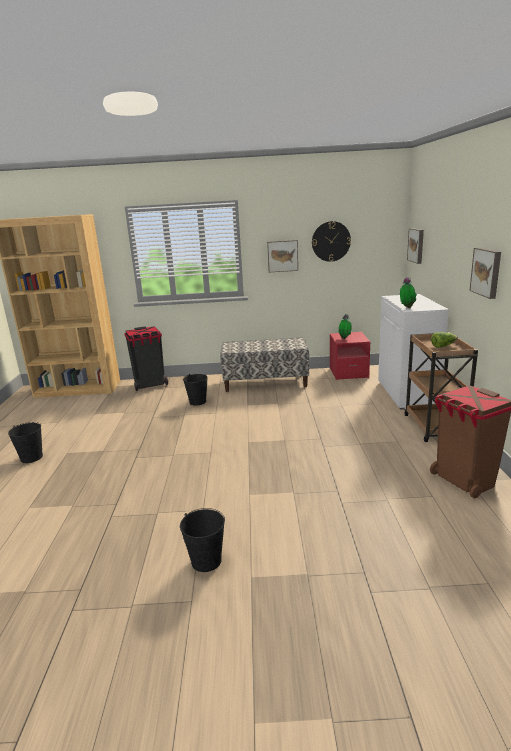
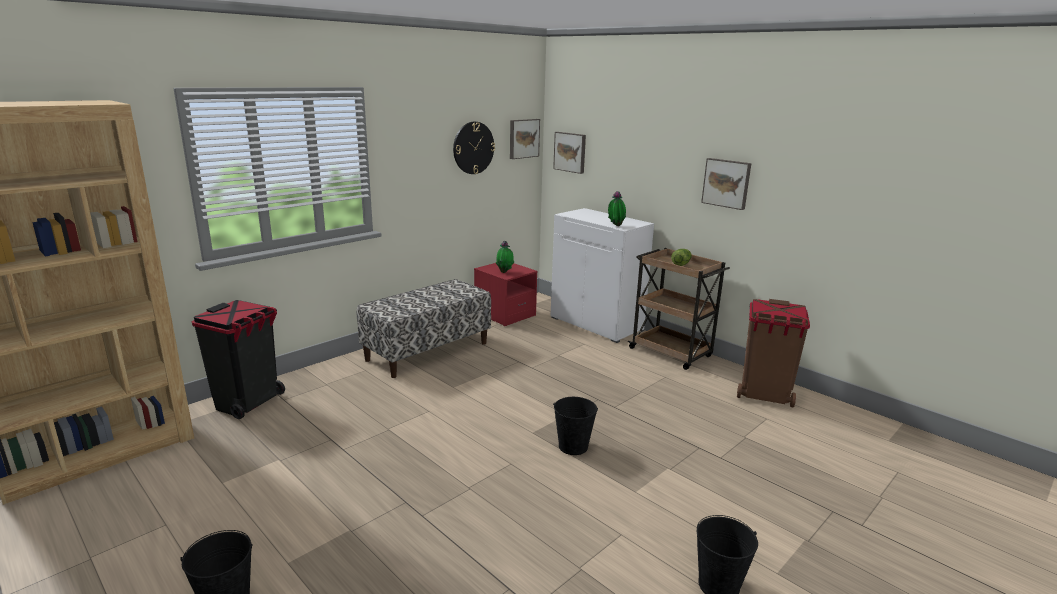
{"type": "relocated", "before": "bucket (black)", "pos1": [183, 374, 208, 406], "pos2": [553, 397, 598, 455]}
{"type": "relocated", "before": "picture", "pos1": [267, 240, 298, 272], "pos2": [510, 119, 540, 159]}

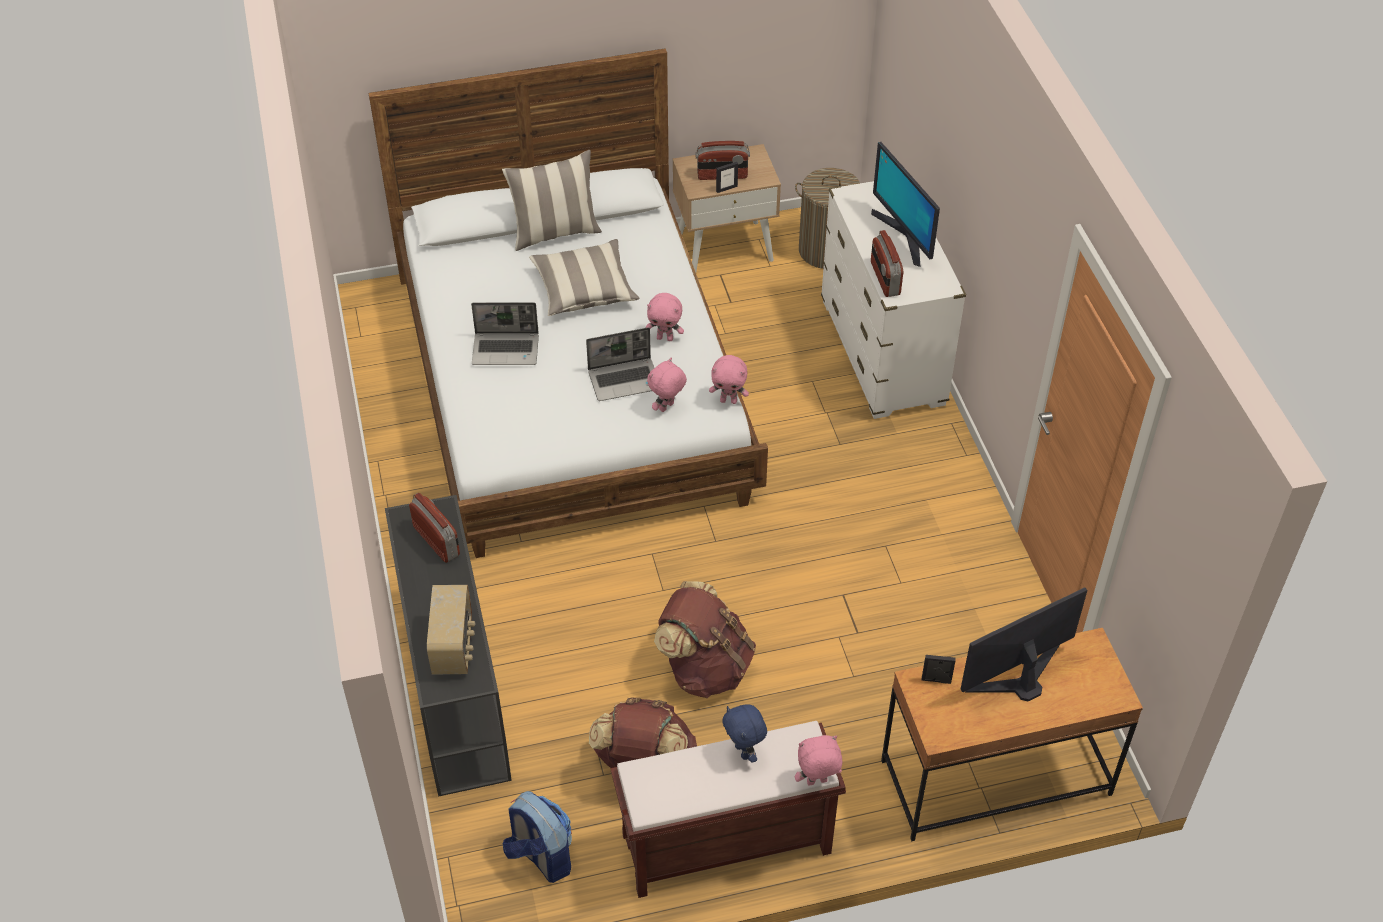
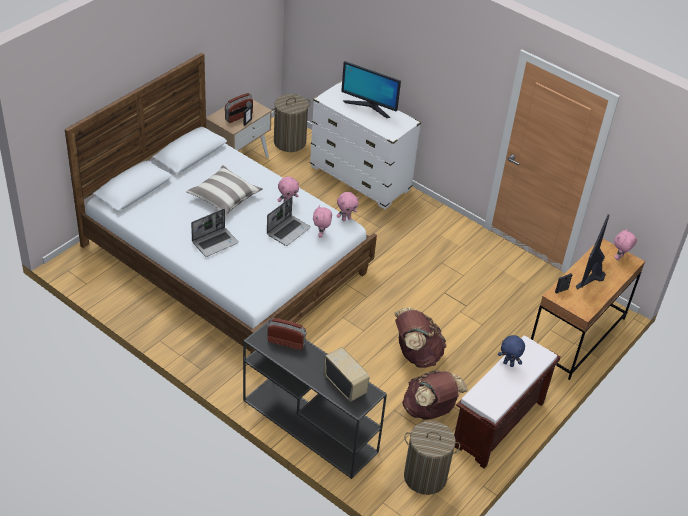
{"type": "missing", "before": "pillow", "pos1": [502, 150, 602, 251]}
{"type": "exchanged", "before": "backpack", "after": "laundry basket", "pos1": [502, 791, 572, 883], "pos2": [404, 421, 460, 495]}
{"type": "relocated", "before": "plush toy (pink)", "pos1": [795, 735, 842, 786], "pos2": [614, 228, 637, 261]}
{"type": "missing", "before": "radio", "pos1": [871, 230, 903, 297]}

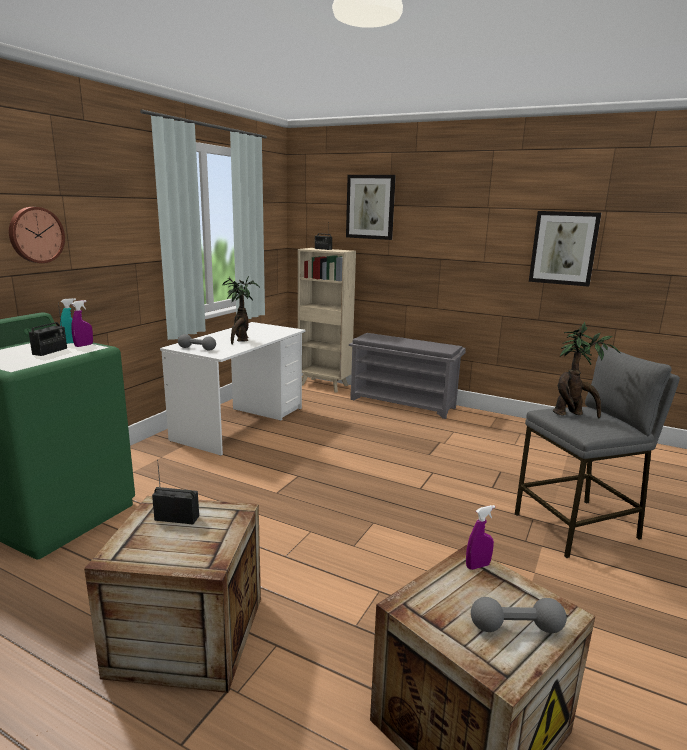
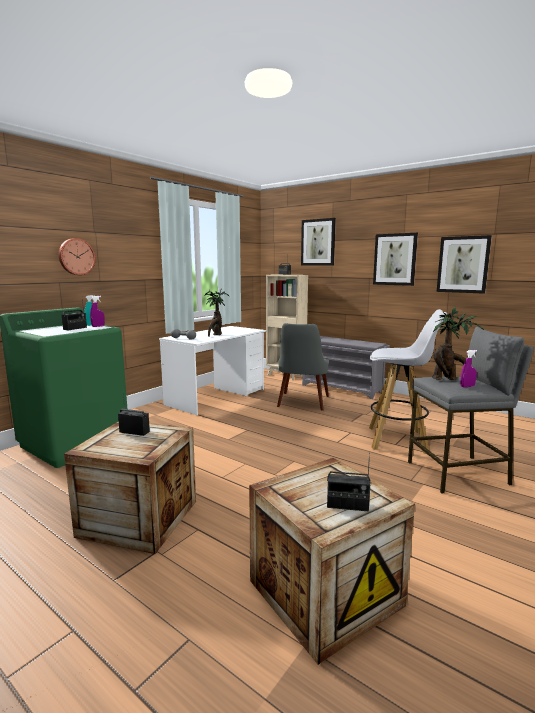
{"type": "relocated", "before": "spray bottle (purple)", "pos1": [466, 505, 495, 570], "pos2": [460, 350, 477, 387]}
{"type": "exchanged", "before": "dumbbell (grey)", "after": "radio", "pos1": [471, 597, 567, 633], "pos2": [327, 452, 370, 512]}
{"type": "appeared", "after": "chair (grey)", "pos2": [277, 323, 329, 411]}
{"type": "appeared", "after": "stool (white)", "pos2": [369, 309, 447, 454]}
{"type": "appeared", "after": "picture", "pos2": [373, 233, 418, 286]}

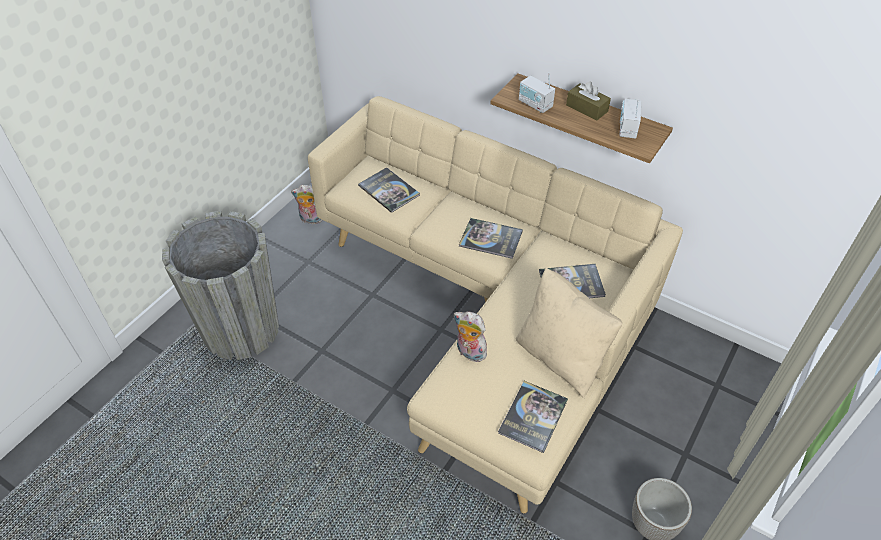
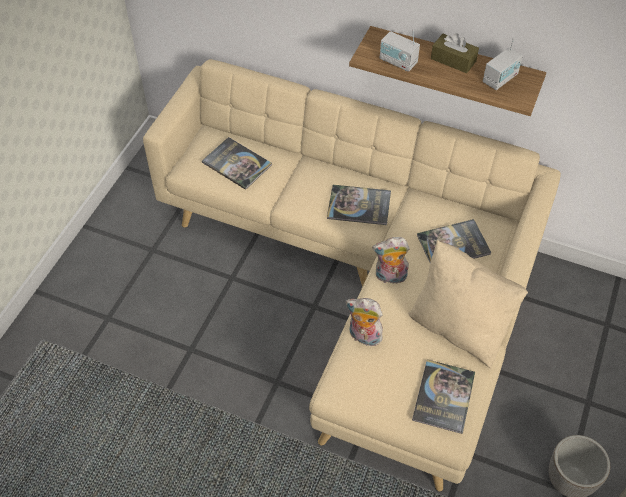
{"type": "missing", "before": "planter (grey)", "pos1": [162, 211, 279, 360]}
{"type": "relocated", "before": "plush toy", "pos1": [291, 185, 322, 224], "pos2": [372, 237, 410, 284]}
{"type": "spun", "before": "radio", "pos1": [620, 99, 641, 138], "pos2": [483, 37, 523, 90], "turn": -135}

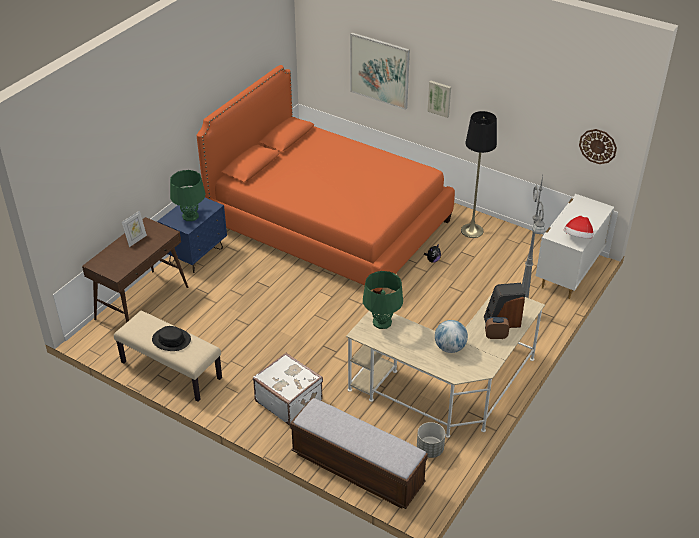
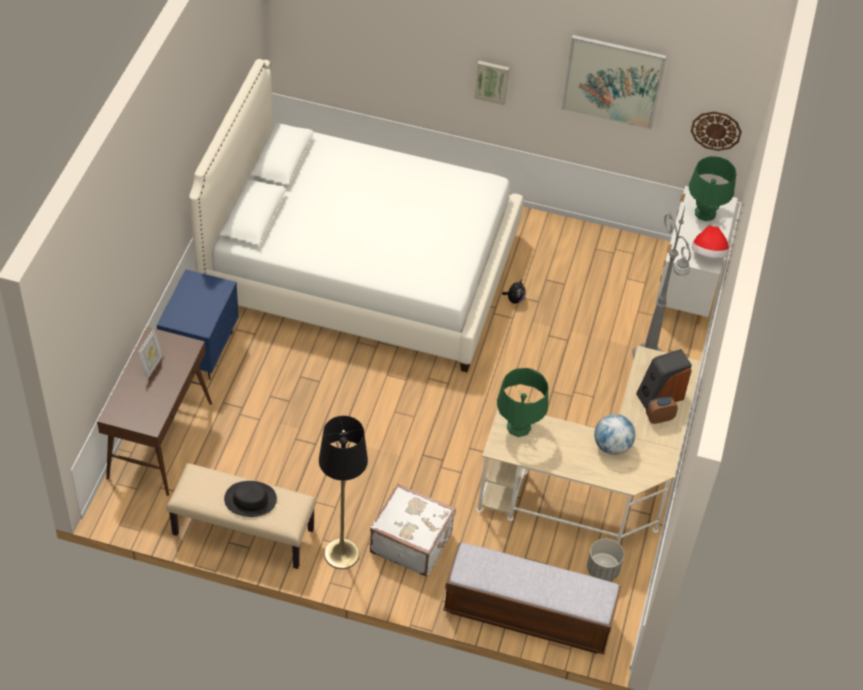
{"type": "relocated", "before": "table lamp (green)", "pos1": [170, 170, 205, 221], "pos2": [689, 156, 737, 221]}
{"type": "colour", "before": "bed (orange)", "after": "bed (white)", "pos1": [197, 65, 455, 294], "pos2": [189, 59, 523, 372]}
{"type": "relocated", "before": "picture", "pos1": [350, 32, 410, 110], "pos2": [561, 35, 667, 130]}
{"type": "relocated", "before": "floor lamp (black)", "pos1": [461, 111, 497, 238], "pos2": [319, 416, 368, 569]}

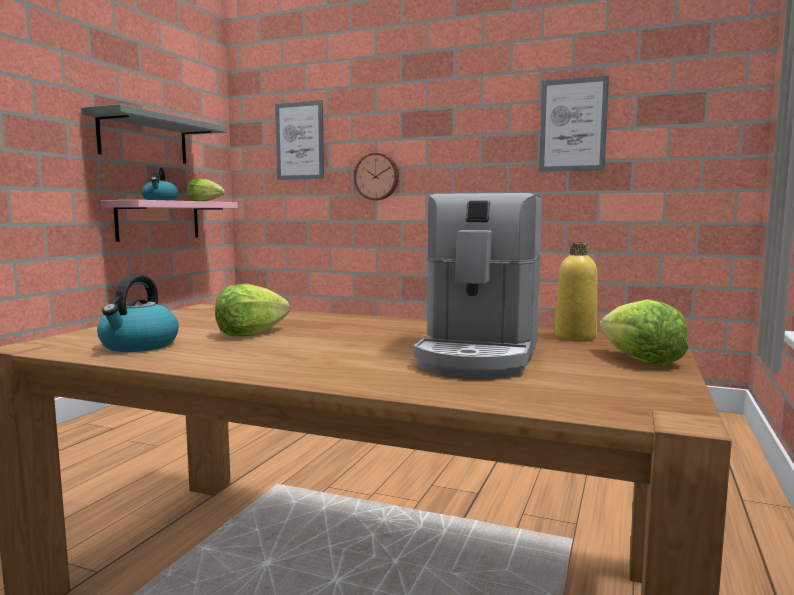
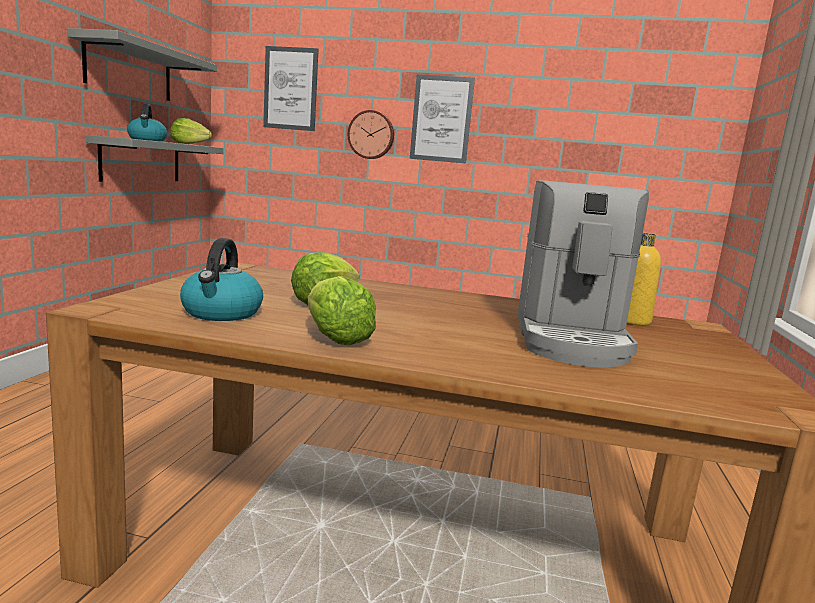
{"type": "colour", "before": "shelf (pink)", "after": "shelf (grey)", "pos1": [101, 200, 238, 242], "pos2": [85, 135, 224, 182]}
{"type": "relocated", "before": "picture", "pos1": [539, 75, 609, 172], "pos2": [410, 74, 475, 163]}
{"type": "relocated", "before": "lettuce", "pos1": [600, 299, 688, 366], "pos2": [308, 276, 376, 345]}

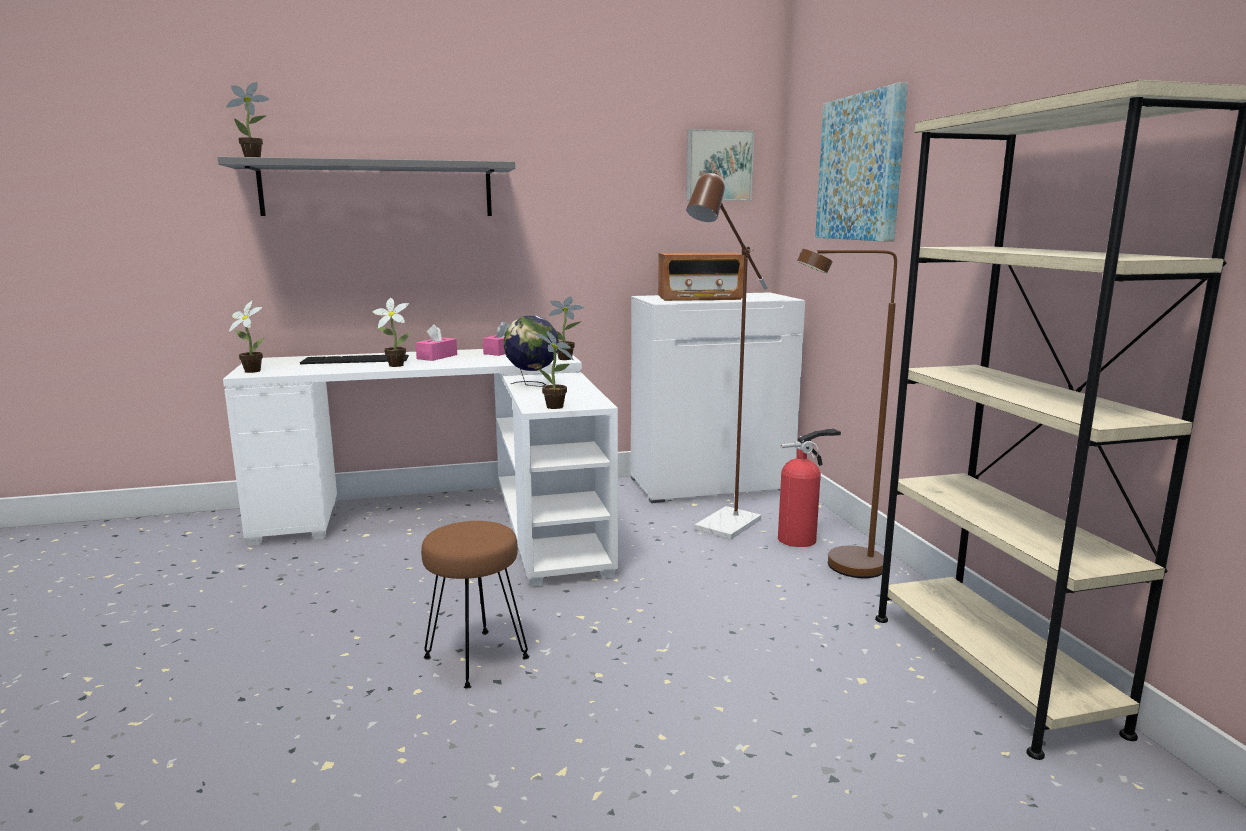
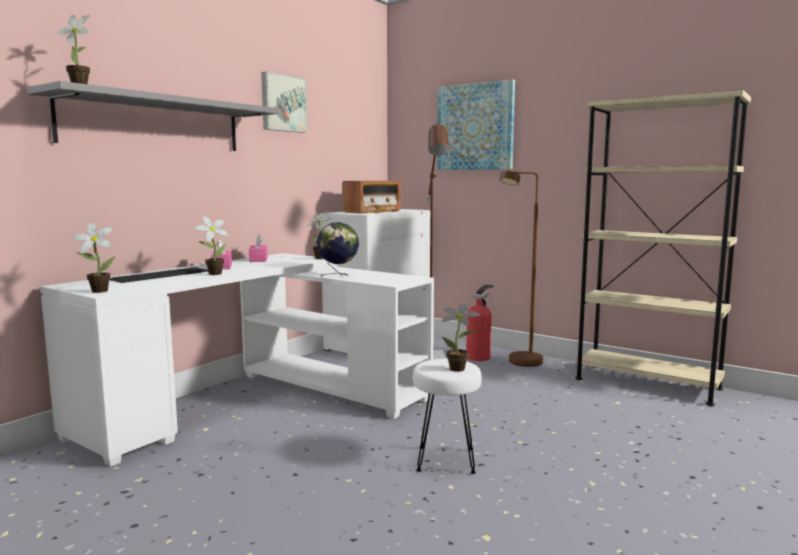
{"type": "colour", "before": "stool (brown)", "after": "stool (white)", "pos1": [421, 521, 530, 688], "pos2": [413, 359, 482, 474]}
{"type": "relocated", "before": "potted plant", "pos1": [535, 331, 574, 409], "pos2": [441, 304, 480, 372]}
{"type": "relocated", "before": "picture", "pos1": [686, 129, 754, 201], "pos2": [261, 71, 307, 133]}

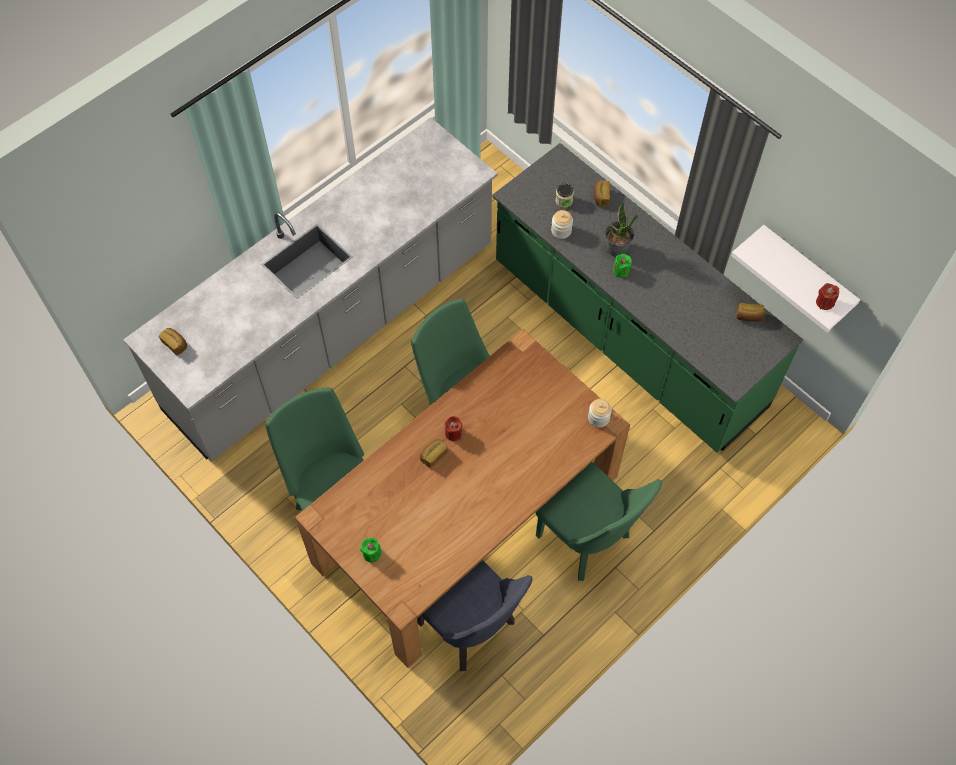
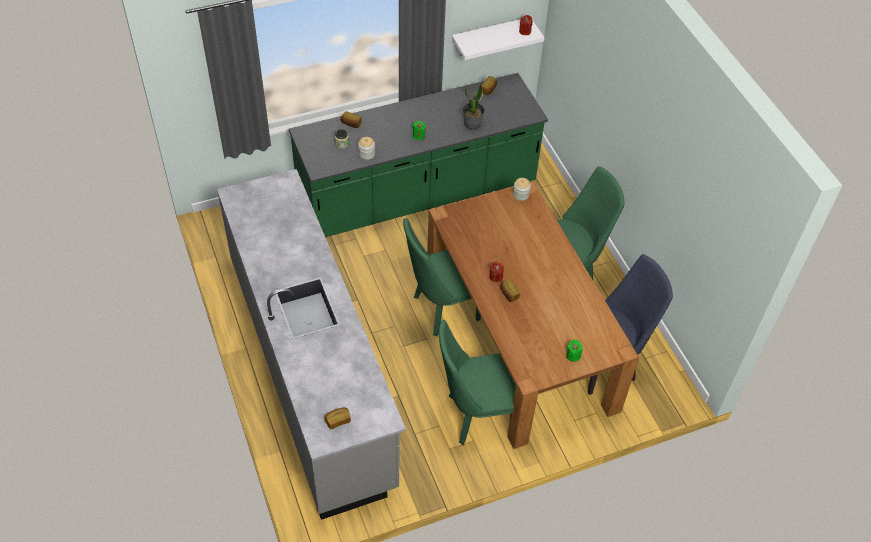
{"type": "relocated", "before": "potted plant", "pos1": [605, 200, 638, 257], "pos2": [463, 83, 485, 130]}

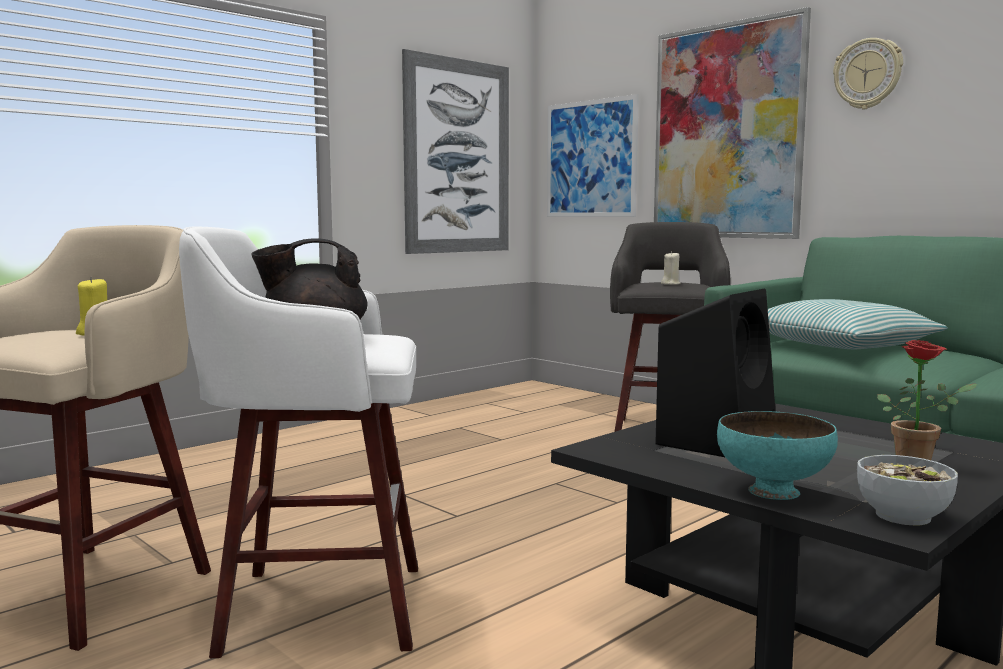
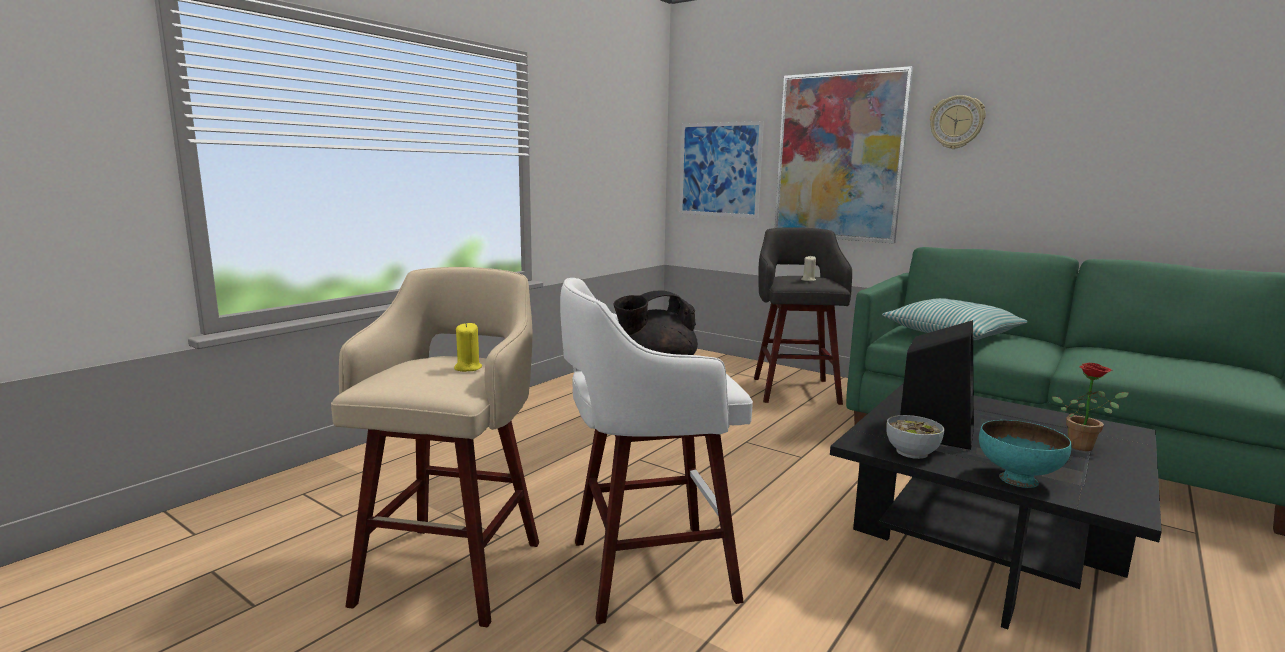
{"type": "missing", "before": "picture", "pos1": [402, 49, 509, 254]}
{"type": "relocated", "before": "bowl", "pos1": [857, 455, 958, 525], "pos2": [886, 415, 944, 459]}

